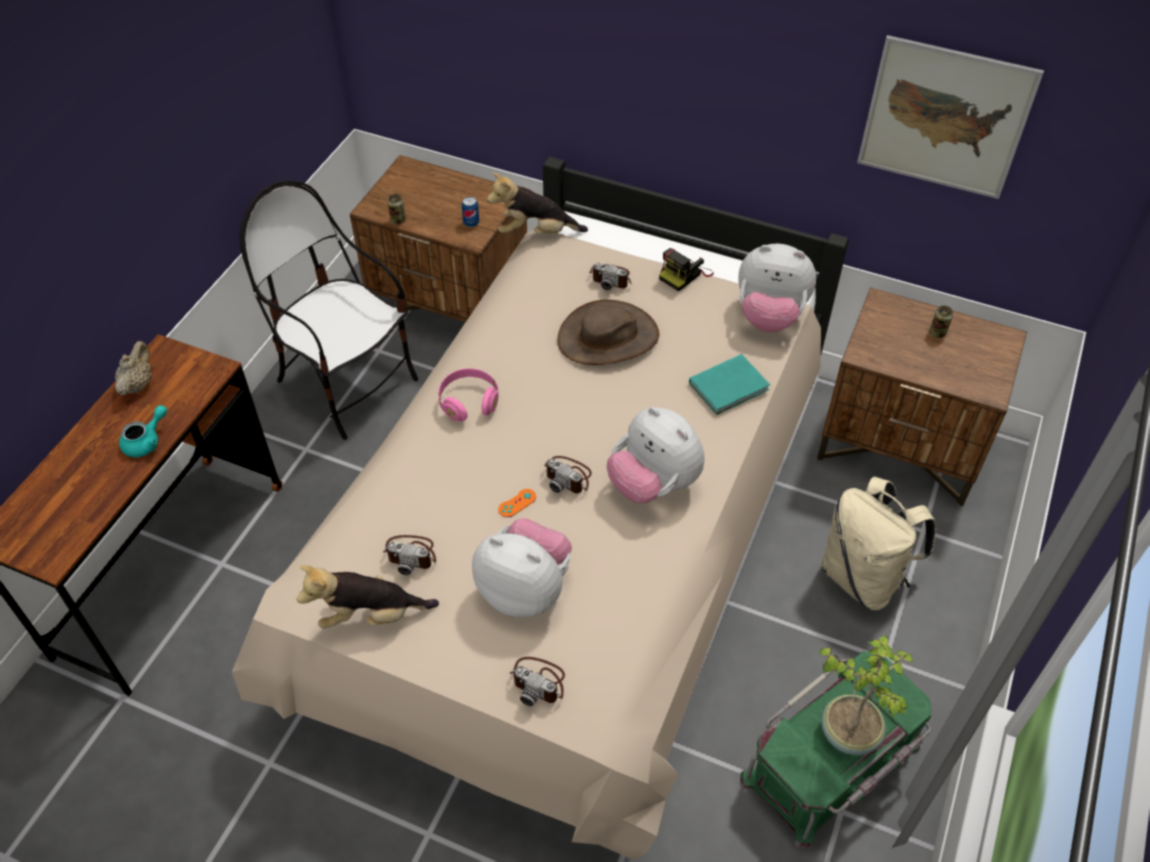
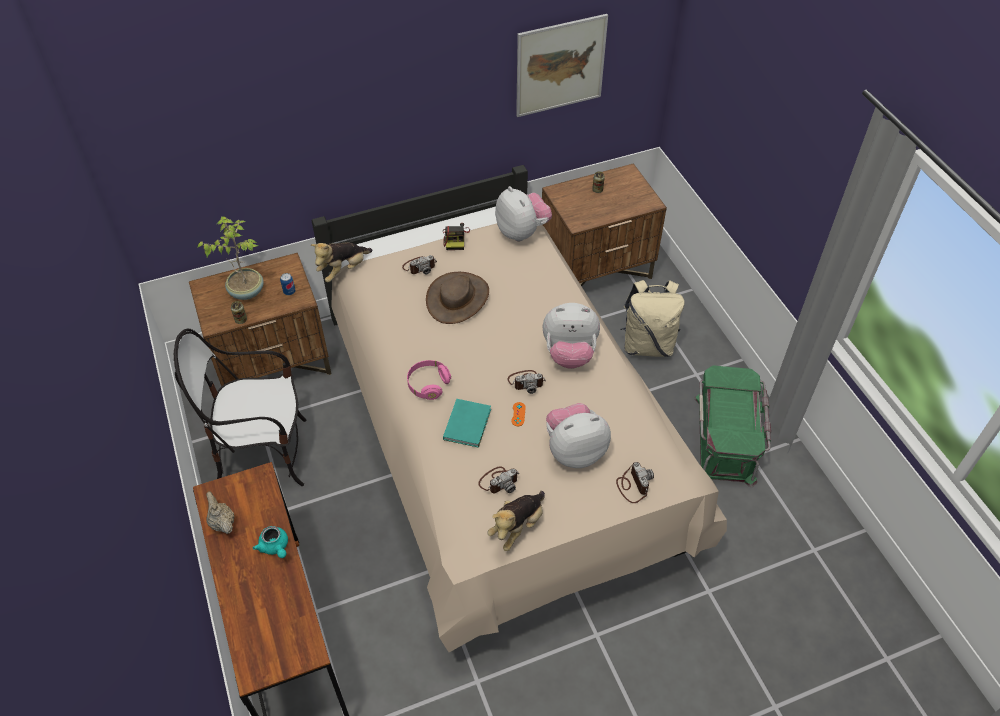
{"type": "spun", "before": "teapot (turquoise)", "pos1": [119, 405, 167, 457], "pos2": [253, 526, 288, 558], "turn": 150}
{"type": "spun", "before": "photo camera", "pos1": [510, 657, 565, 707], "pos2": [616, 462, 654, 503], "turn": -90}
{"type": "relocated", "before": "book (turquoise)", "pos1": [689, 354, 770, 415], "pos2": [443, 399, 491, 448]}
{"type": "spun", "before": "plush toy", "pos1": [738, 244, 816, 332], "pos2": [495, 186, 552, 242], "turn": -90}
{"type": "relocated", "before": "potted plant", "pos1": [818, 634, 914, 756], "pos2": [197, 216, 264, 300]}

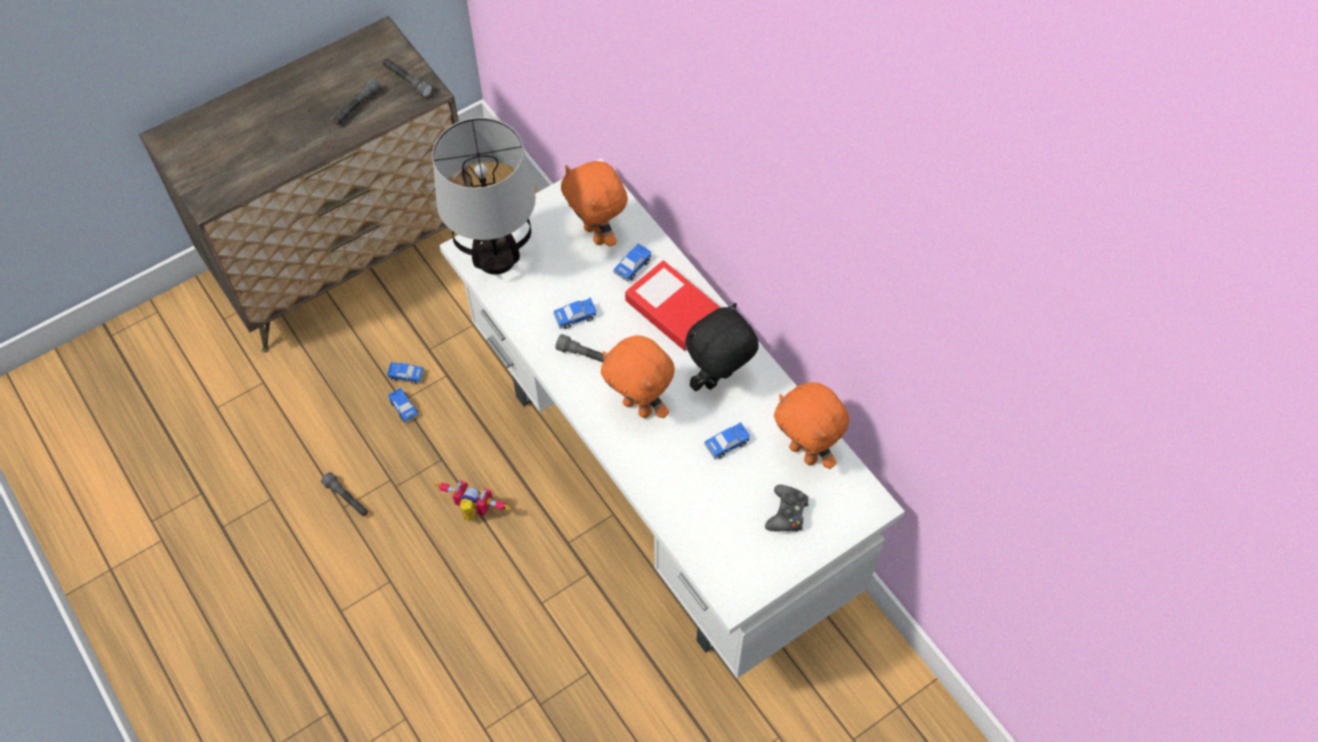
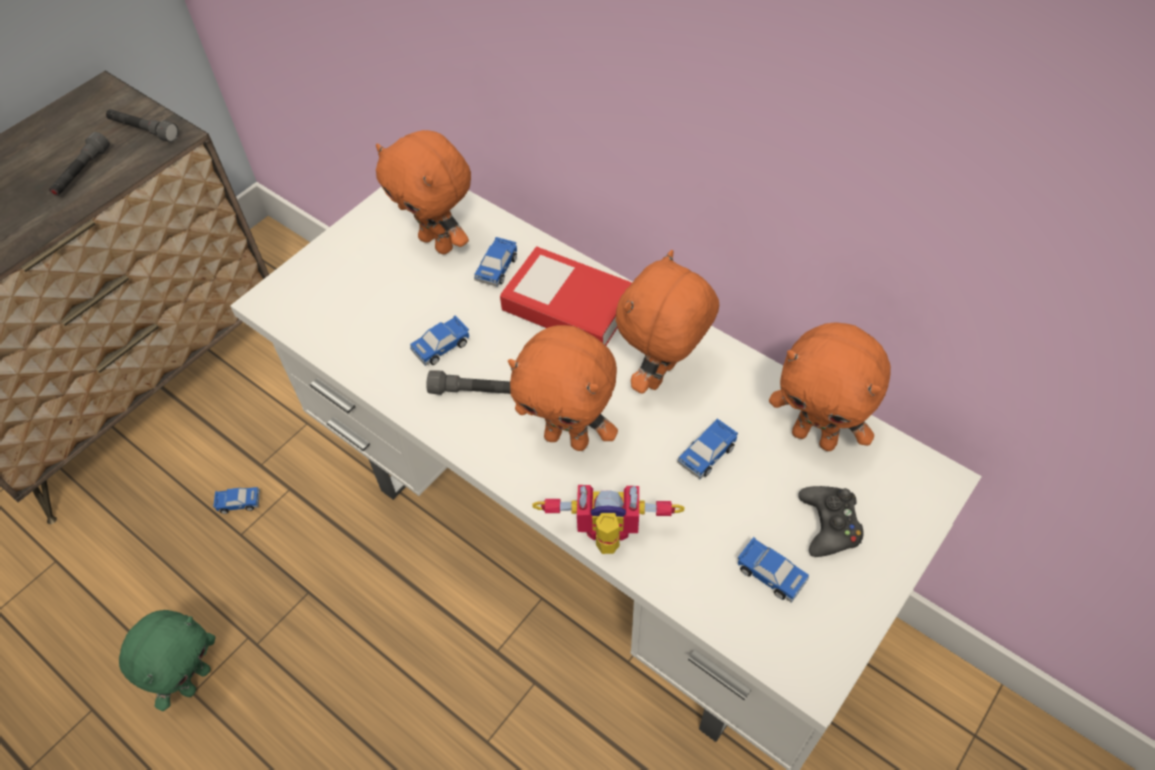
{"type": "exchanged", "before": "flashlight (grey)", "after": "plush toy (green)", "pos1": [321, 472, 368, 516], "pos2": [119, 610, 215, 711]}
{"type": "relocated", "before": "toy car", "pos1": [388, 388, 419, 423], "pos2": [738, 537, 809, 603]}
{"type": "missing", "before": "table lamp", "pos1": [432, 118, 536, 275]}
{"type": "relocated", "before": "toy robot", "pos1": [435, 480, 511, 521], "pos2": [532, 485, 685, 554]}
{"type": "colour", "before": "plush toy (black)", "after": "plush toy (orange)", "pos1": [685, 303, 759, 391], "pos2": [616, 250, 719, 394]}

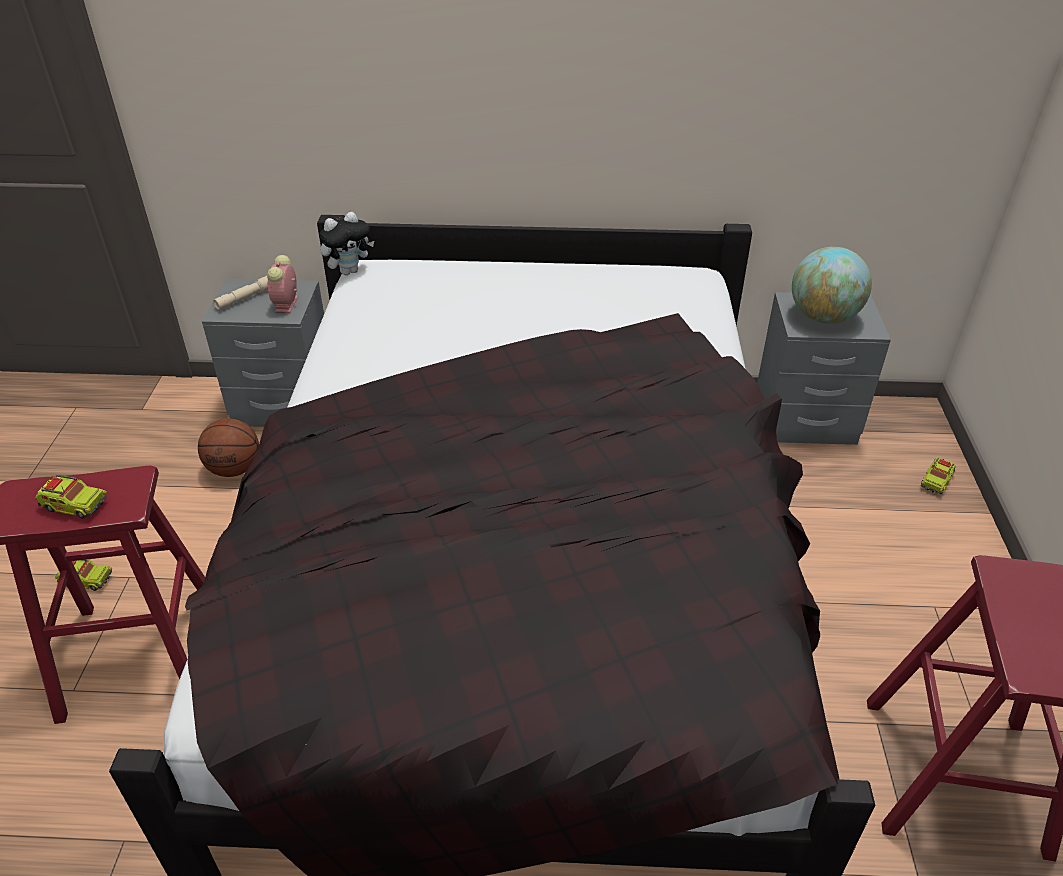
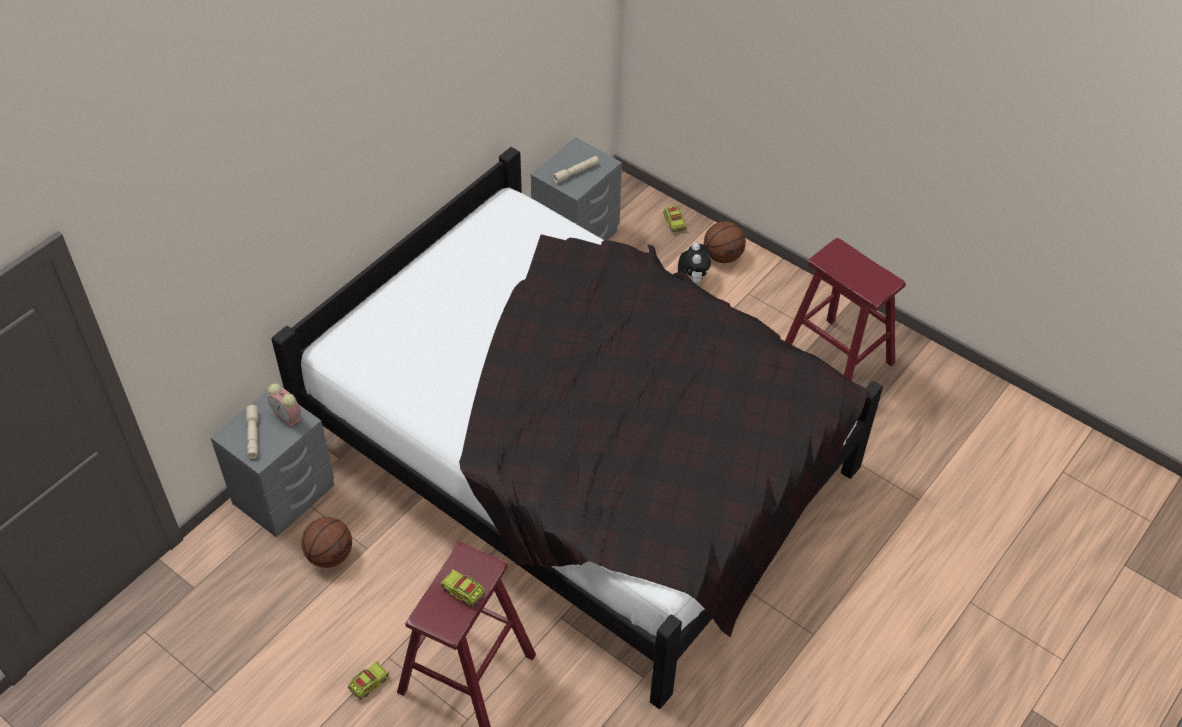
{"type": "spun", "before": "toy truck", "pos1": [35, 475, 107, 519], "pos2": [440, 569, 485, 607], "turn": -105}
{"type": "relocated", "before": "plush toy", "pos1": [319, 212, 374, 275], "pos2": [678, 243, 711, 284]}
{"type": "exchanged", "before": "globe", "after": "flashlight (beige)", "pos1": [792, 247, 872, 324], "pos2": [552, 156, 599, 184]}
{"type": "appeared", "after": "basketball", "pos2": [704, 221, 746, 263]}

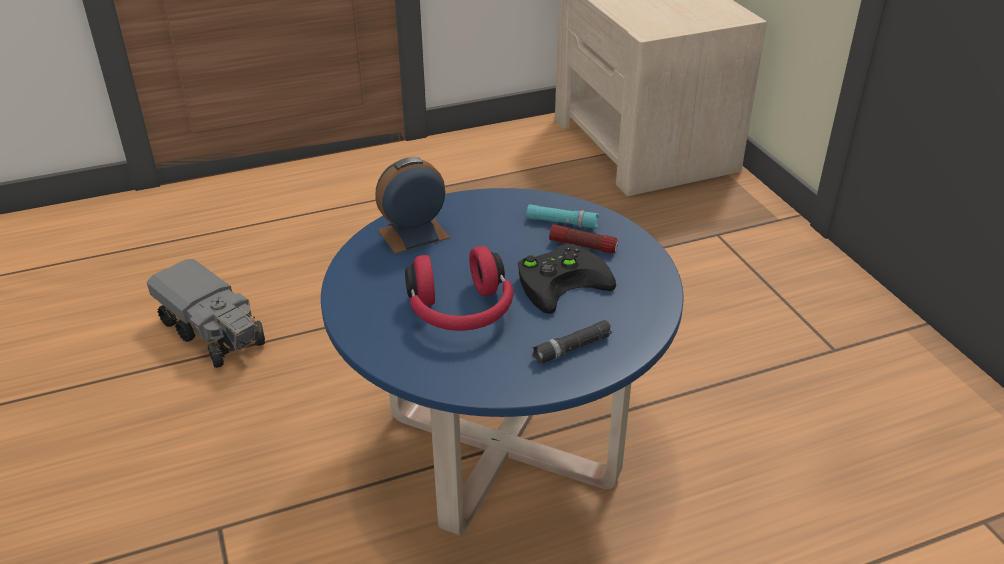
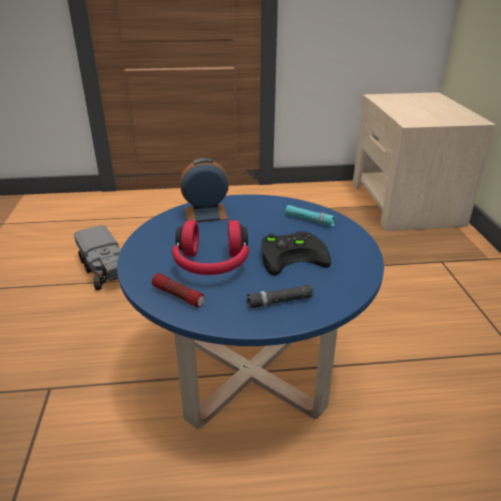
{"type": "relocated", "before": "flashlight", "pos1": [549, 224, 618, 254], "pos2": [152, 273, 205, 307]}

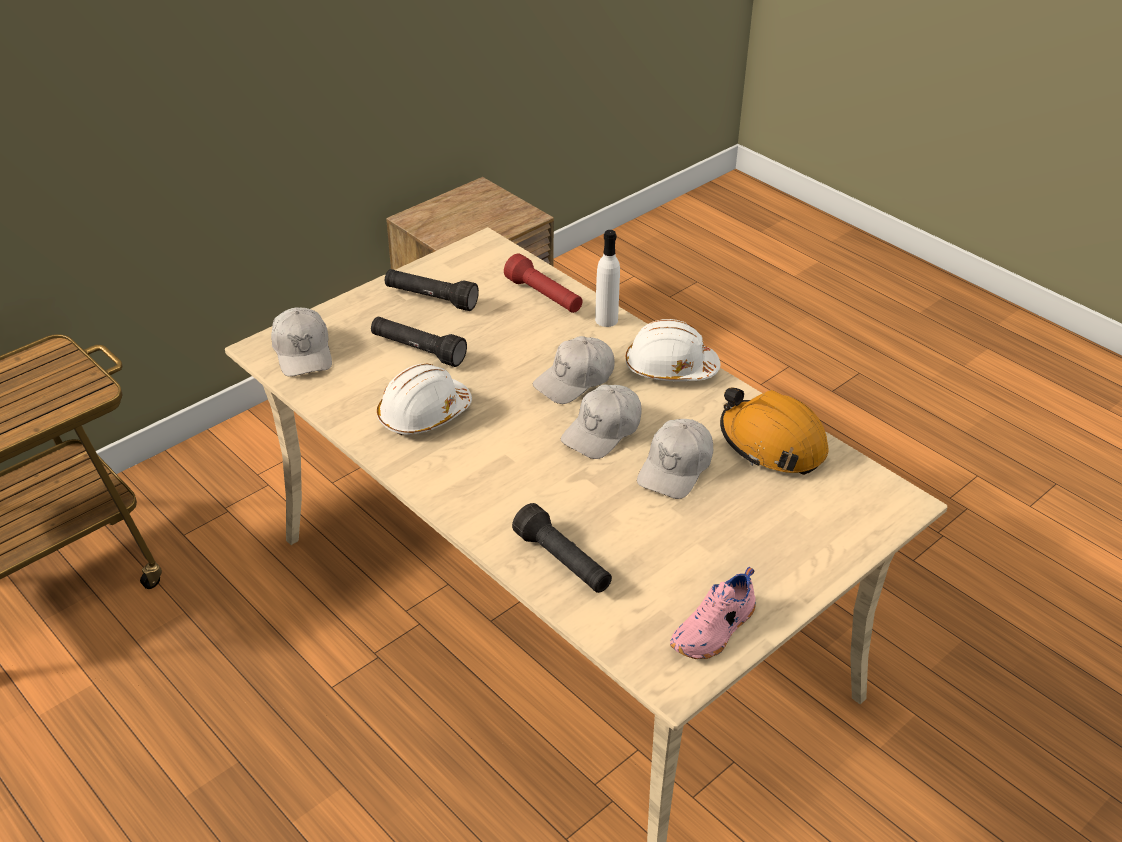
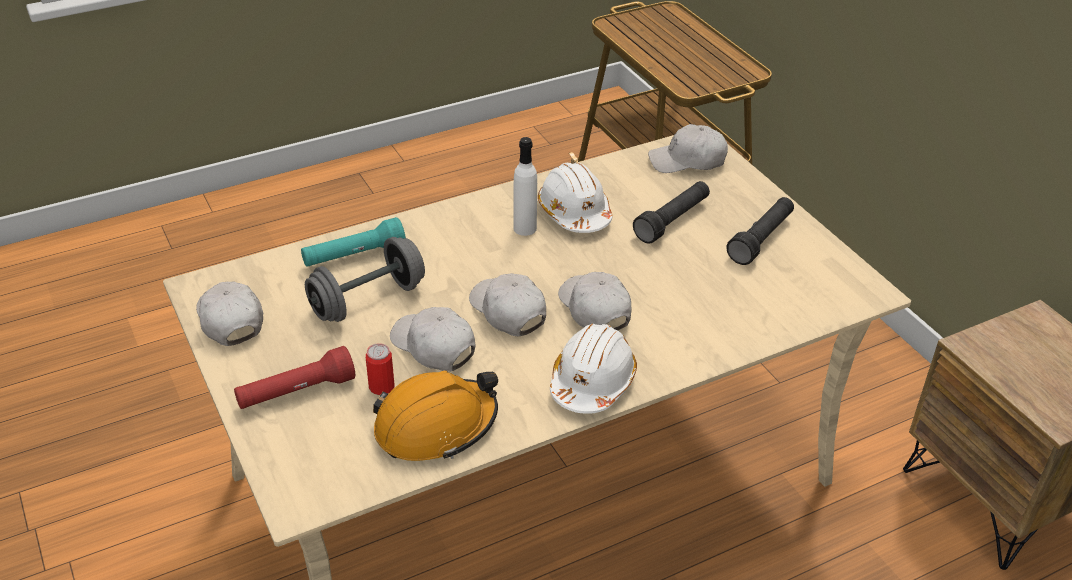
{"type": "relocated", "before": "flashlight (red)", "pos1": [504, 253, 582, 313], "pos2": [234, 346, 355, 409]}
{"type": "colour", "before": "flashlight (black)", "after": "flashlight (turquoise)", "pos1": [512, 503, 612, 593], "pos2": [301, 217, 406, 267]}
{"type": "relocated", "before": "bottle (white)", "pos1": [595, 230, 620, 327], "pos2": [513, 137, 537, 236]}
{"type": "exchanged", "before": "shoe (pink)", "after": "cap (white)", "pos1": [670, 567, 756, 659], "pos2": [196, 282, 263, 346]}
{"type": "appeared", "after": "dumbbell (grey)", "pos2": [305, 237, 425, 322]}
{"type": "appeared", "after": "can", "pos2": [366, 343, 395, 395]}

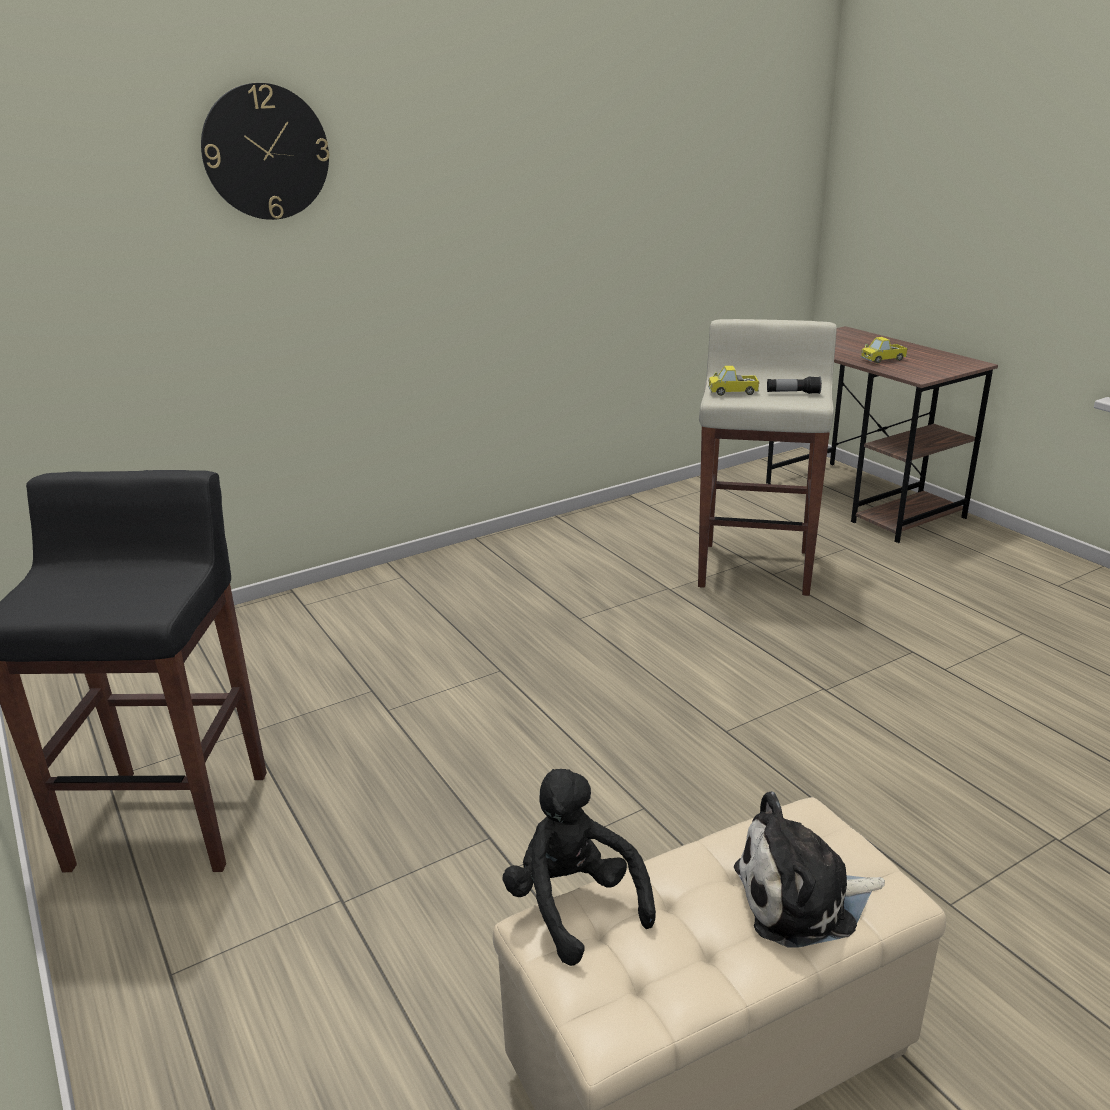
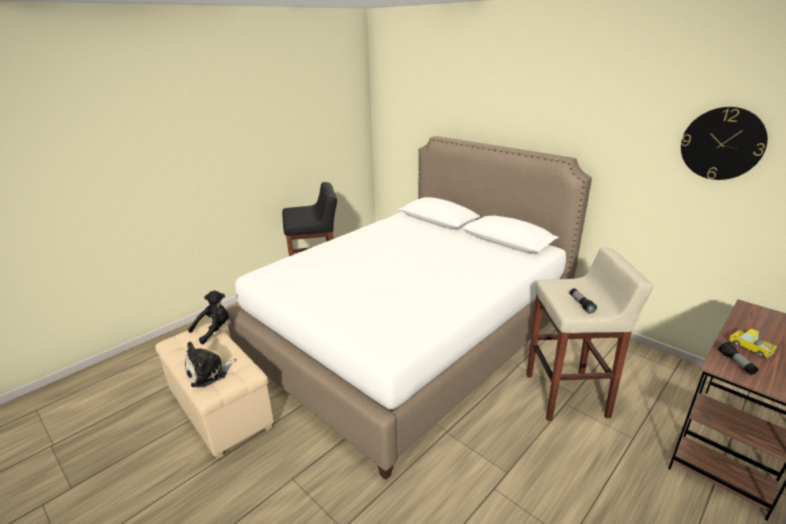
{"type": "relocated", "before": "wall clock", "pos1": [201, 83, 329, 220], "pos2": [681, 107, 768, 180]}
{"type": "missing", "before": "toy truck", "pos1": [708, 366, 760, 396]}
{"type": "spun", "before": "plush toy", "pos1": [734, 791, 885, 948], "pos2": [185, 341, 237, 387], "turn": -105}
{"type": "appeared", "after": "bed (white)", "pos2": [226, 136, 592, 480]}
{"type": "appeared", "after": "flashlight", "pos2": [718, 341, 759, 375]}

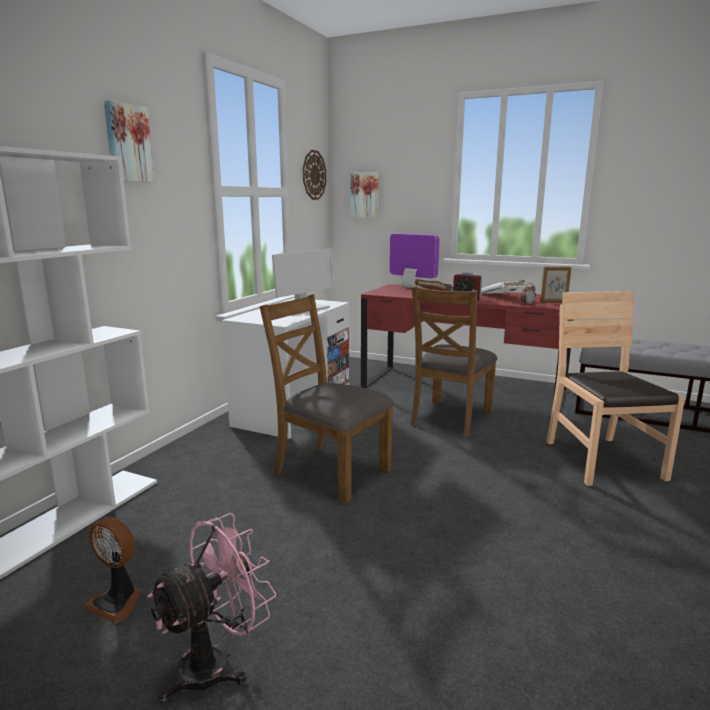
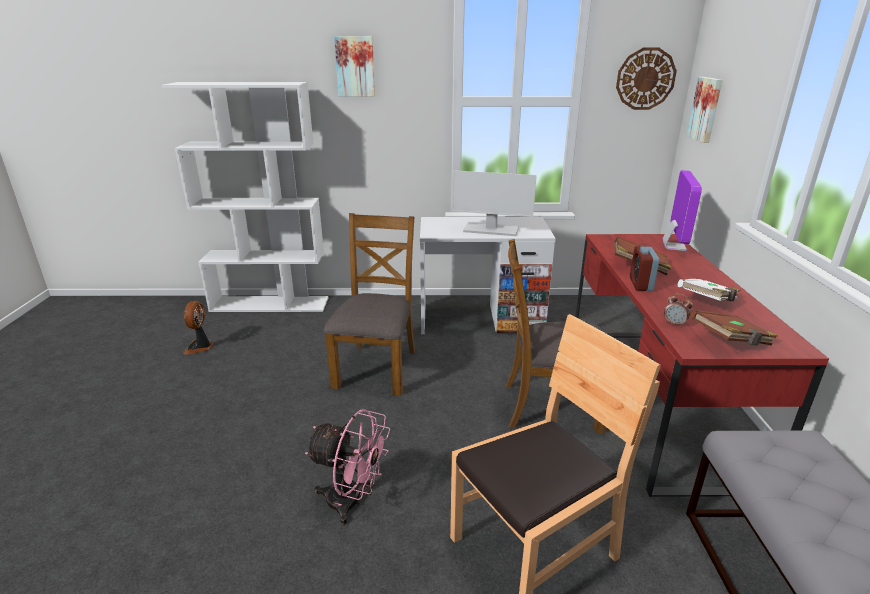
{"type": "relocated", "before": "fan (pink)", "pos1": [147, 513, 276, 703], "pos2": [305, 409, 390, 525]}
{"type": "exchanged", "before": "picture frame", "after": "book (brown)", "pos1": [540, 267, 571, 302], "pos2": [690, 310, 778, 346]}

